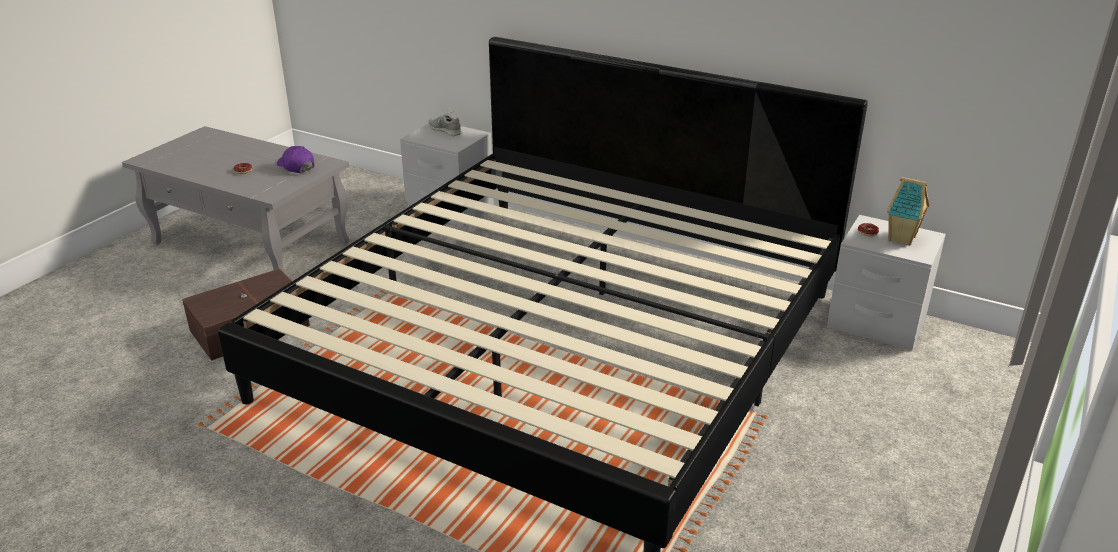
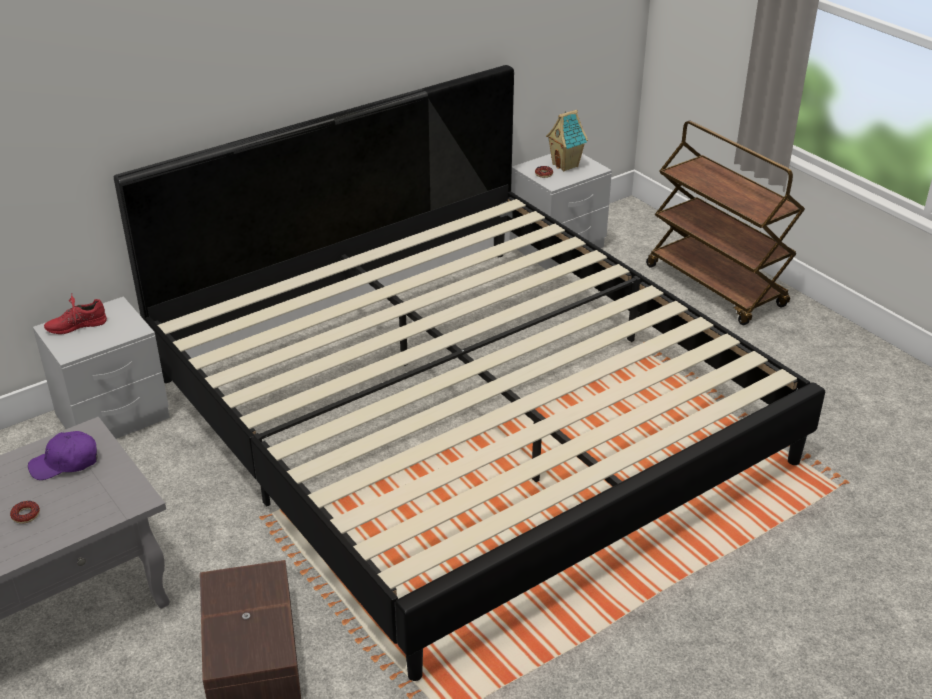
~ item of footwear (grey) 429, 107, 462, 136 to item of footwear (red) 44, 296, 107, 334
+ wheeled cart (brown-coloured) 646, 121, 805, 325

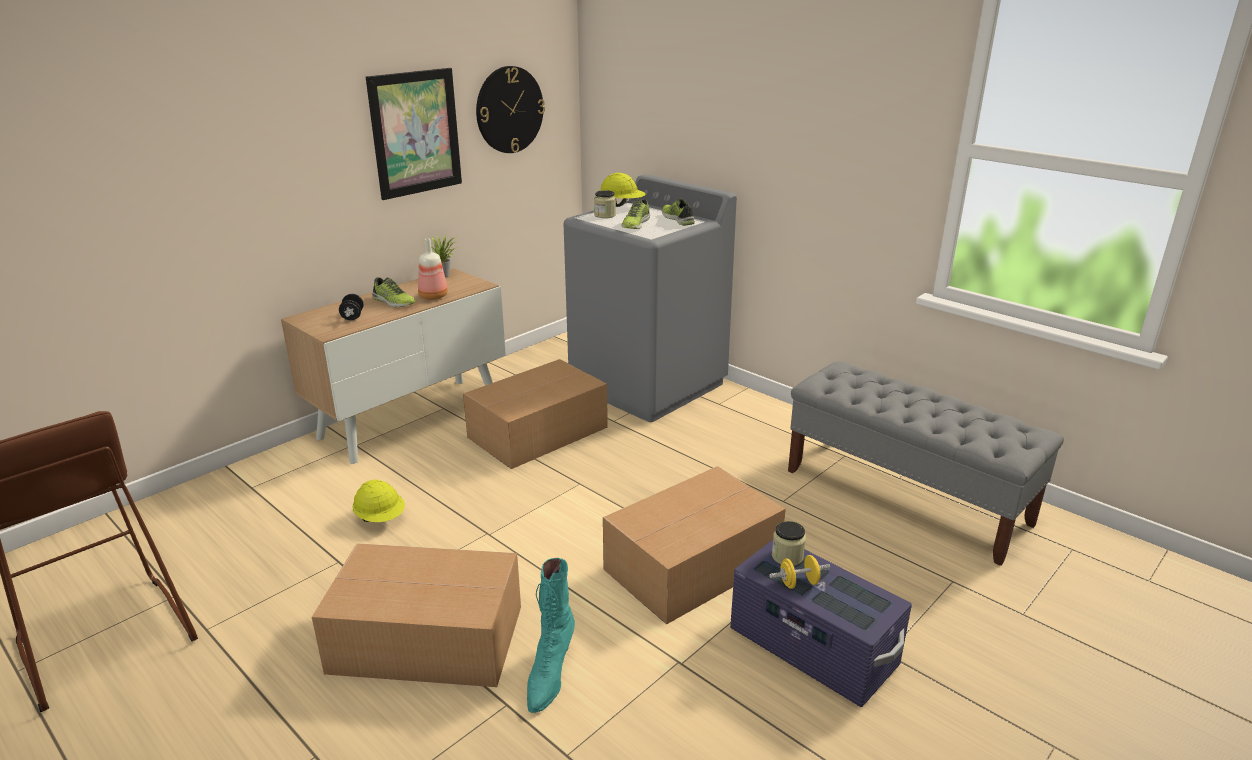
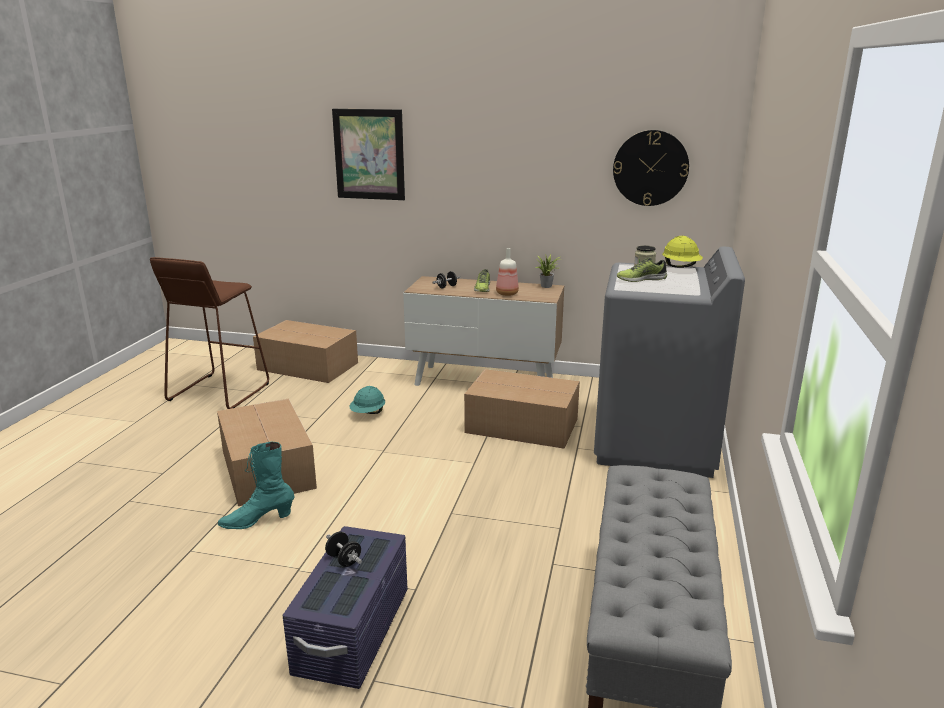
~ wall art 366, 68, 462, 200 to 332, 109, 405, 200
- item of footwear 662, 198, 695, 226
~ packing box 603, 466, 786, 624 to 253, 320, 358, 383
~ work helmet (yellow-coloured) 352, 480, 405, 522 to work helmet (turquoise) 350, 386, 385, 414
- preserve jar 772, 521, 806, 566
~ dumbbell (yellow-coloured) 769, 555, 831, 589 to dumbbell (black-coloured) 325, 532, 362, 567

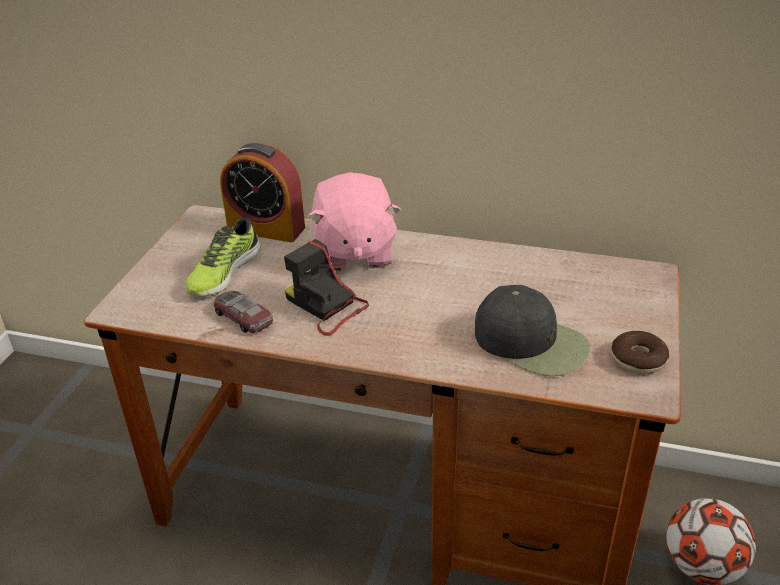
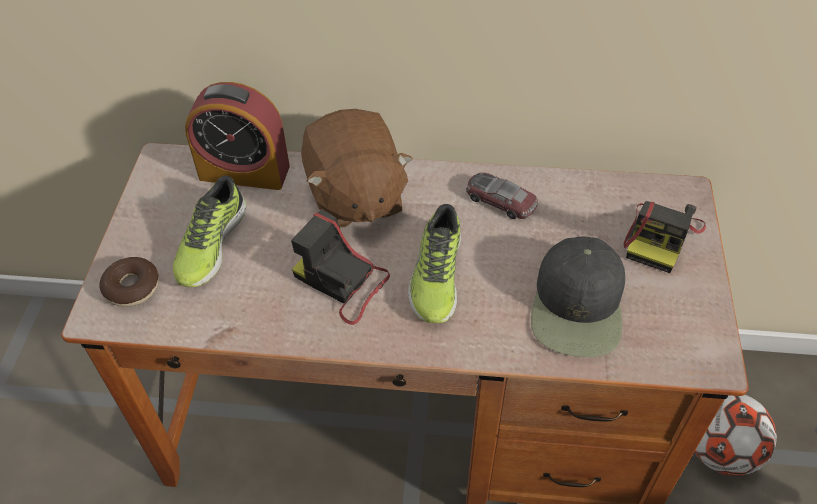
~ soft toy (pinkish) 308, 172, 401, 271 to soft toy (brown-coloured) 301, 109, 413, 228
~ baseball cap (black-coloured) 475, 285, 590, 376 = 531, 236, 625, 357 75 degrees clockwise
~ model car 214, 291, 273, 333 to 466, 172, 538, 219
~ donut 611, 331, 669, 374 to 99, 257, 159, 307
+ still camera 623, 201, 706, 273
+ item of footwear 408, 204, 461, 323

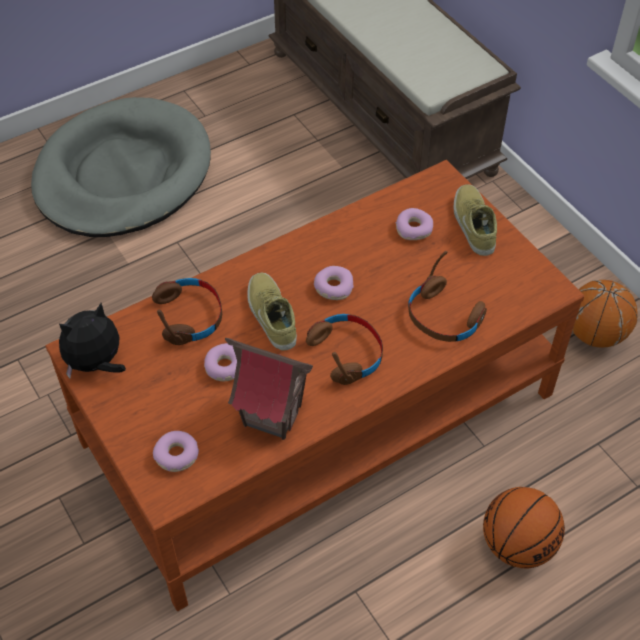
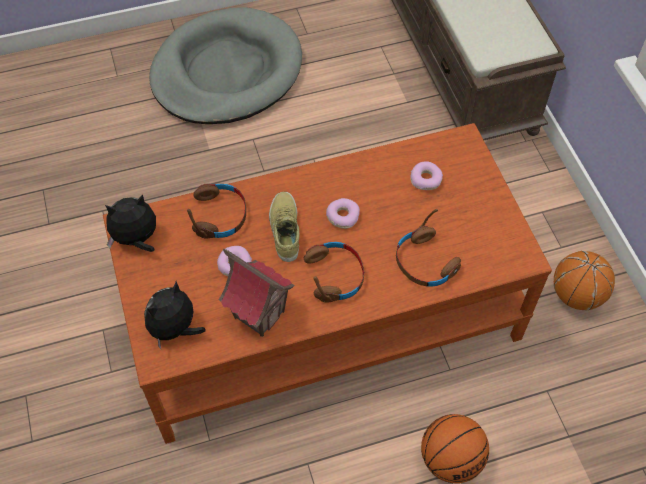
- item of footwear (beige-coloured) 453, 184, 497, 256
~ donut 153, 431, 199, 472 to soft toy 144, 281, 206, 349

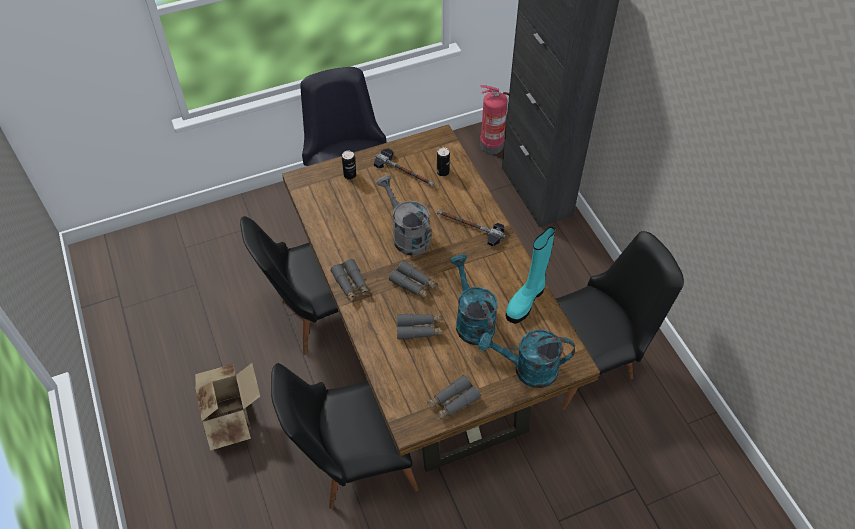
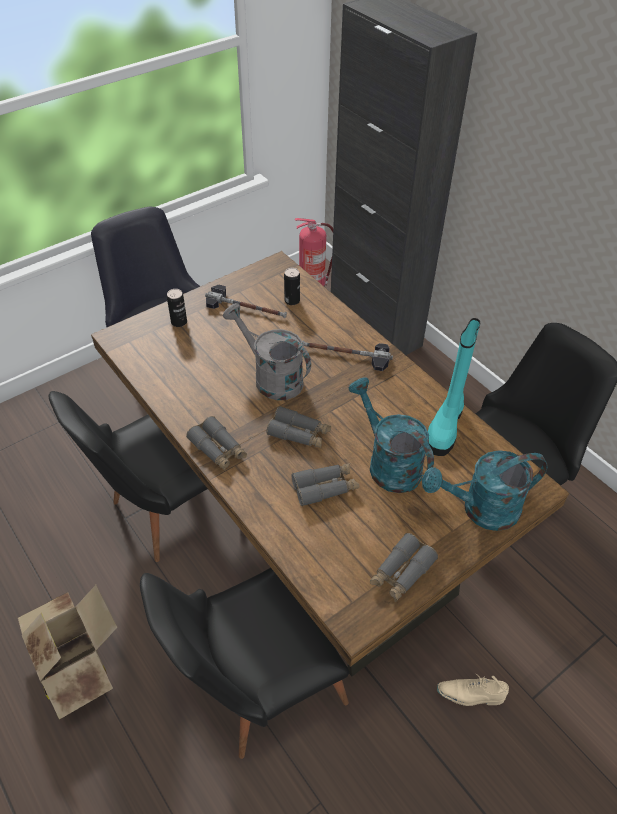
+ item of footwear (beige-coloured) 437, 674, 509, 706

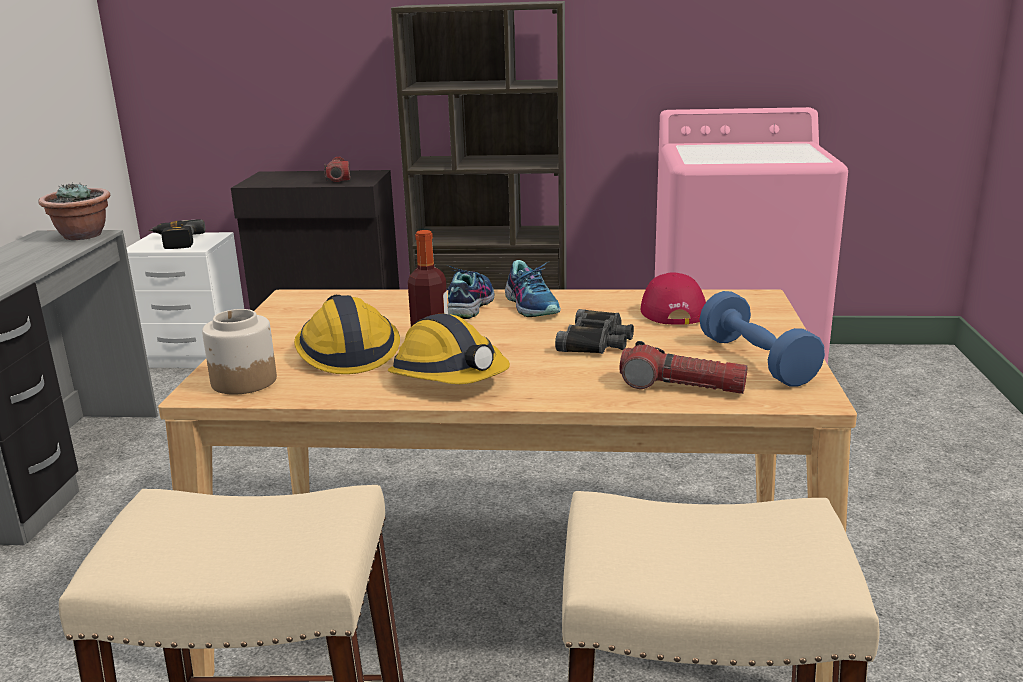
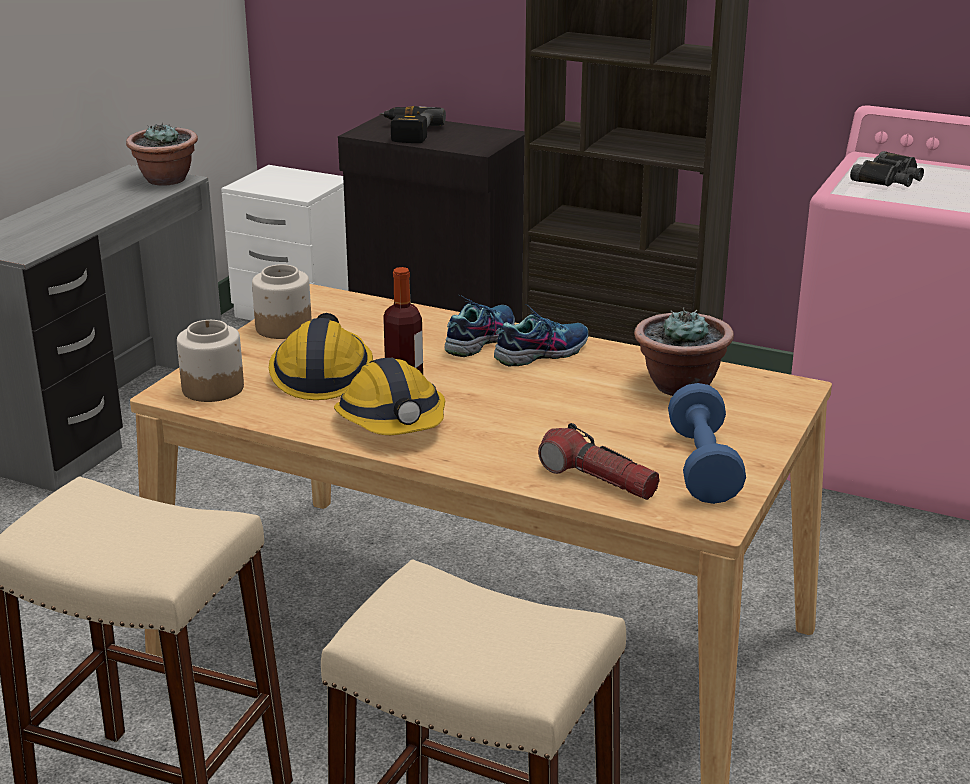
- hand torch 324, 157, 350, 182
~ power drill 149, 219, 205, 249 to 380, 106, 446, 143
~ item of footwear 505, 260, 561, 317 = 494, 304, 588, 366 120 degrees counterclockwise
~ baseball cap (red) 640, 272, 706, 325 to potted plant 634, 308, 734, 396
~ binoculars (black-coloured) 555, 309, 634, 354 to 850, 151, 924, 187
+ preserve jar 252, 264, 312, 339

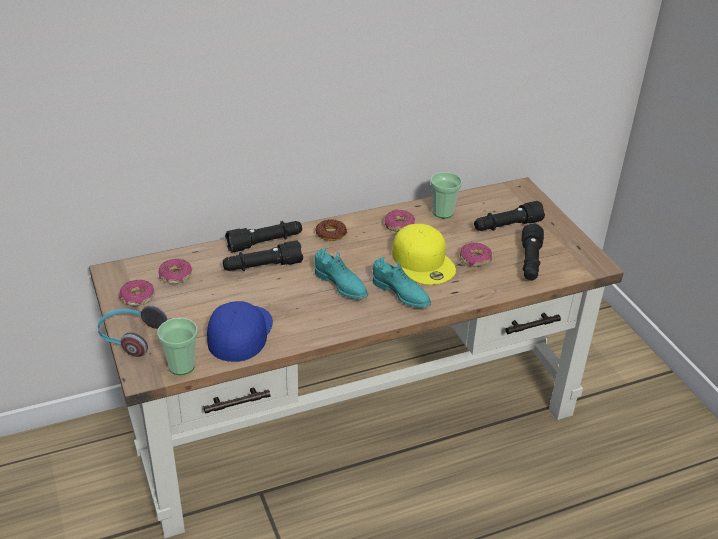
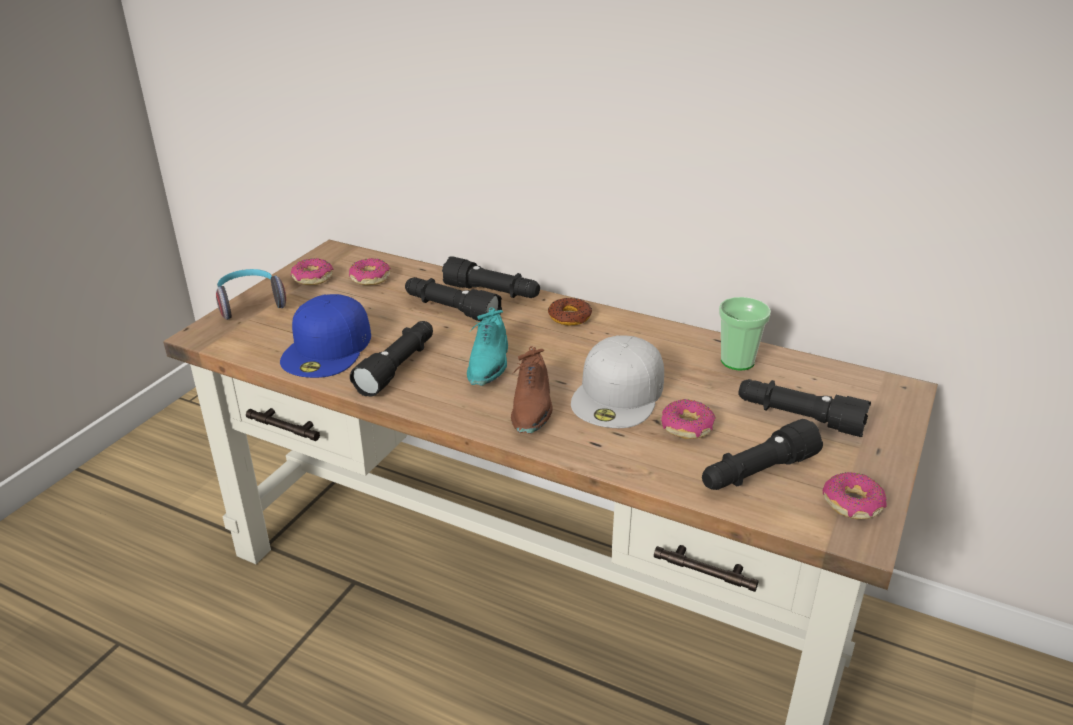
~ donut 385, 210, 415, 232 to 823, 472, 887, 519
~ baseball cap (yellow-coloured) 392, 224, 456, 285 to baseball cap (white-coloured) 571, 335, 664, 428
~ item of footwear (turquoise) 373, 257, 431, 308 to item of footwear (brown-coloured) 511, 346, 553, 434
~ baseball cap (blue) 207, 301, 273, 362 = 280, 294, 371, 378 135 degrees clockwise
- drinking cup 157, 318, 198, 375
+ hand torch (black-coloured) 350, 321, 433, 396

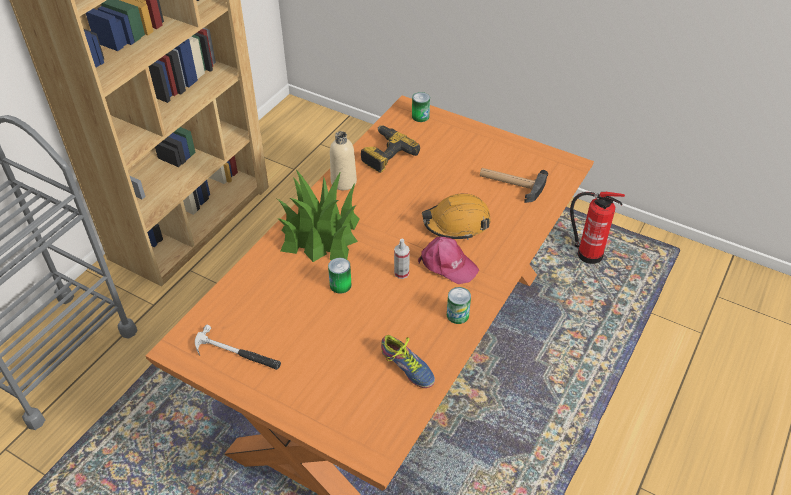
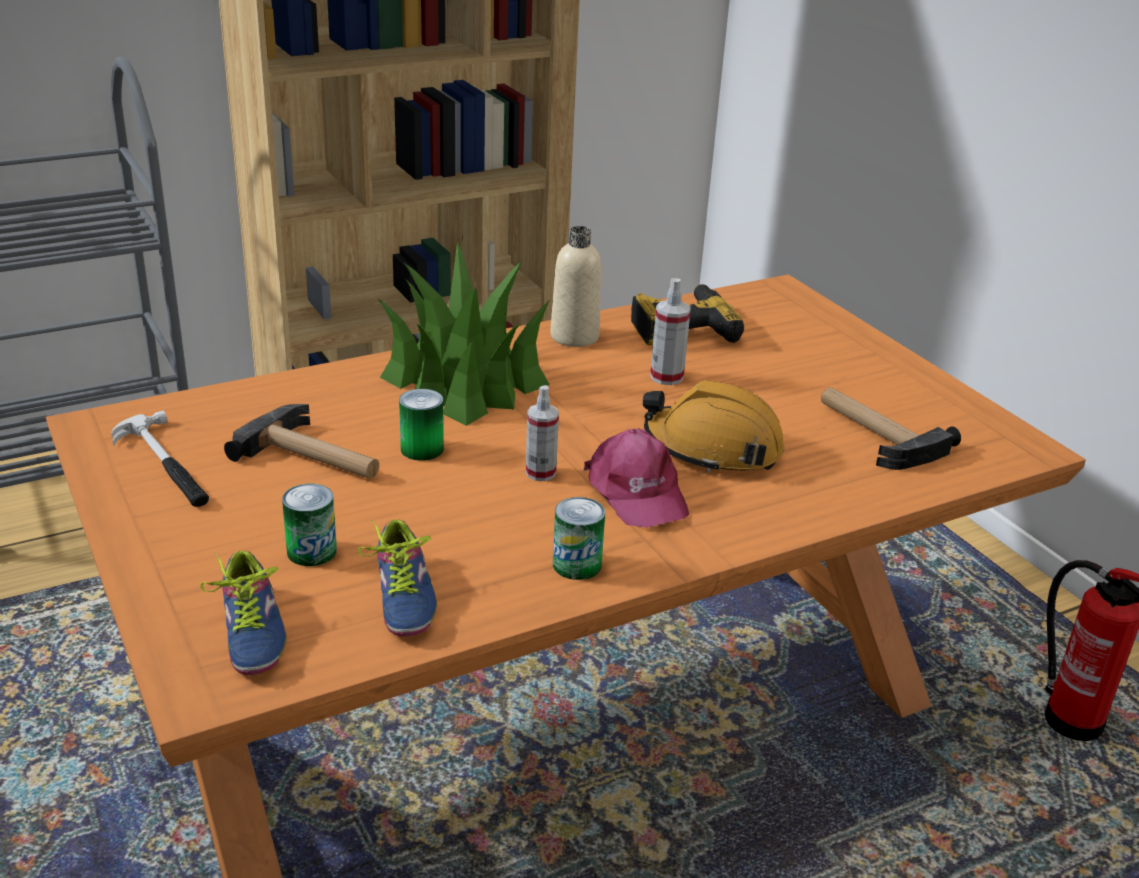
~ metal can 412, 92, 430, 122 to 282, 484, 337, 566
+ sprayer 650, 278, 691, 385
+ hammer 224, 404, 379, 479
+ item of footwear 200, 551, 287, 675

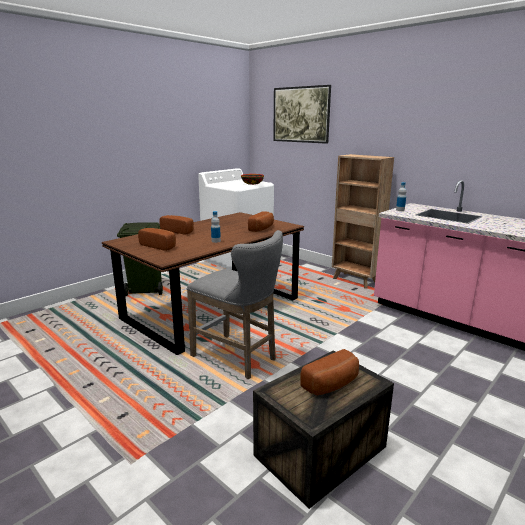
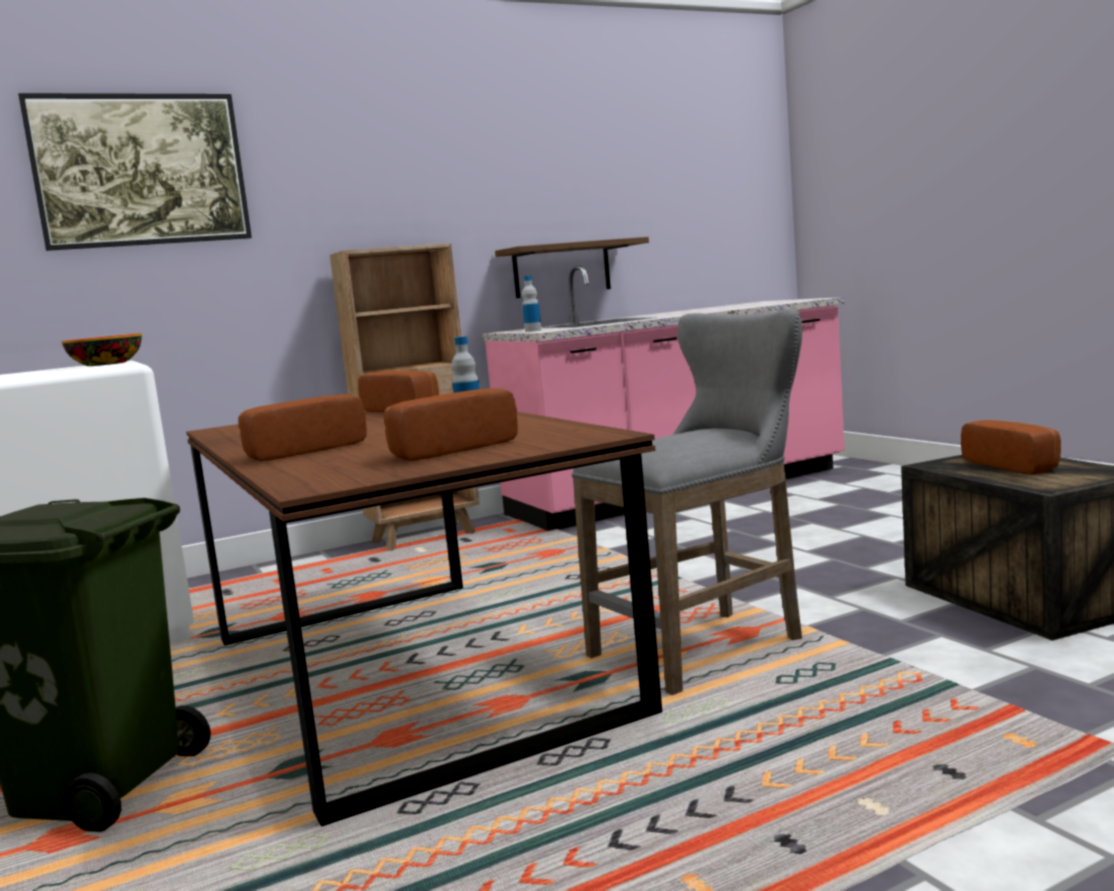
+ shelf 495, 237, 649, 298

